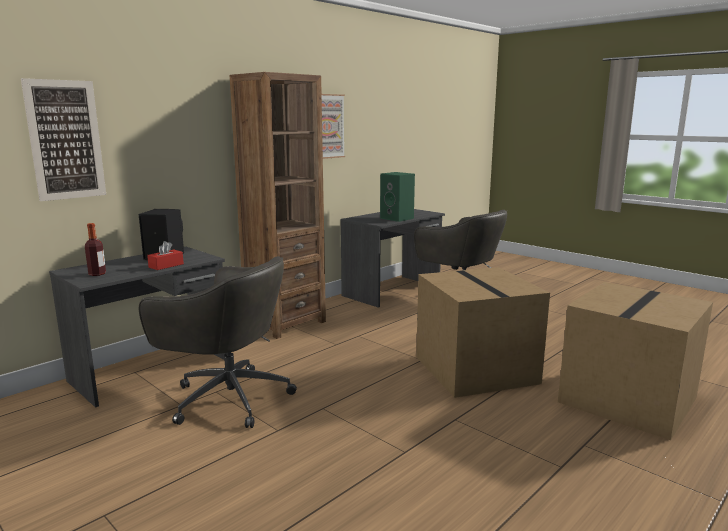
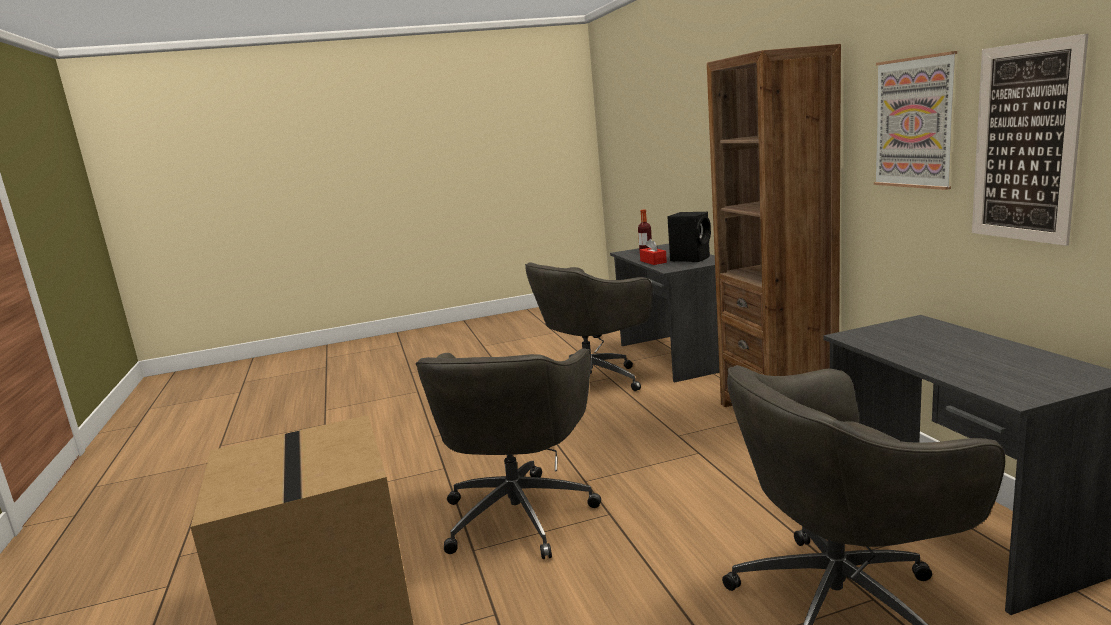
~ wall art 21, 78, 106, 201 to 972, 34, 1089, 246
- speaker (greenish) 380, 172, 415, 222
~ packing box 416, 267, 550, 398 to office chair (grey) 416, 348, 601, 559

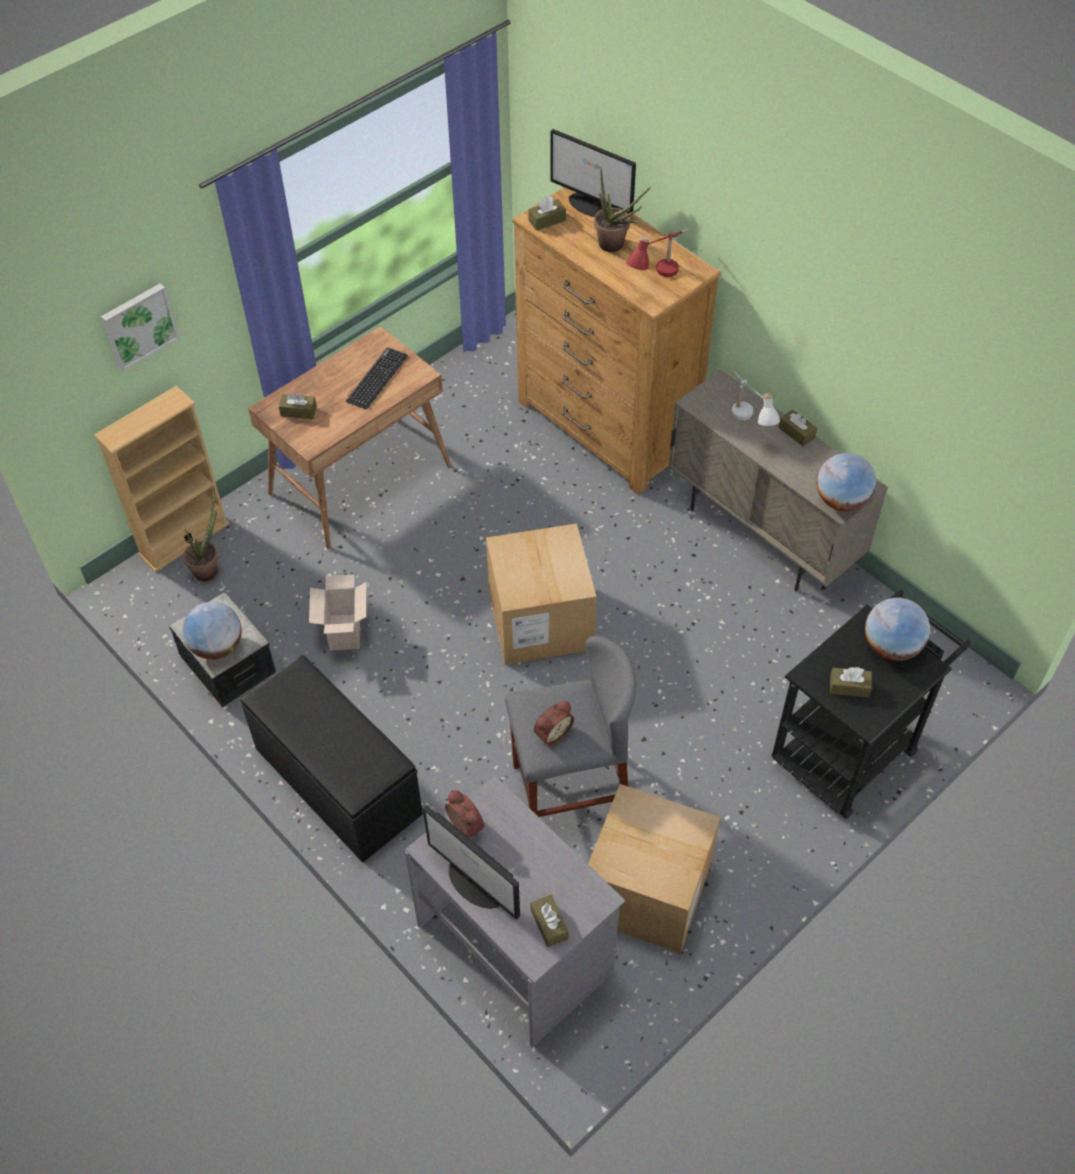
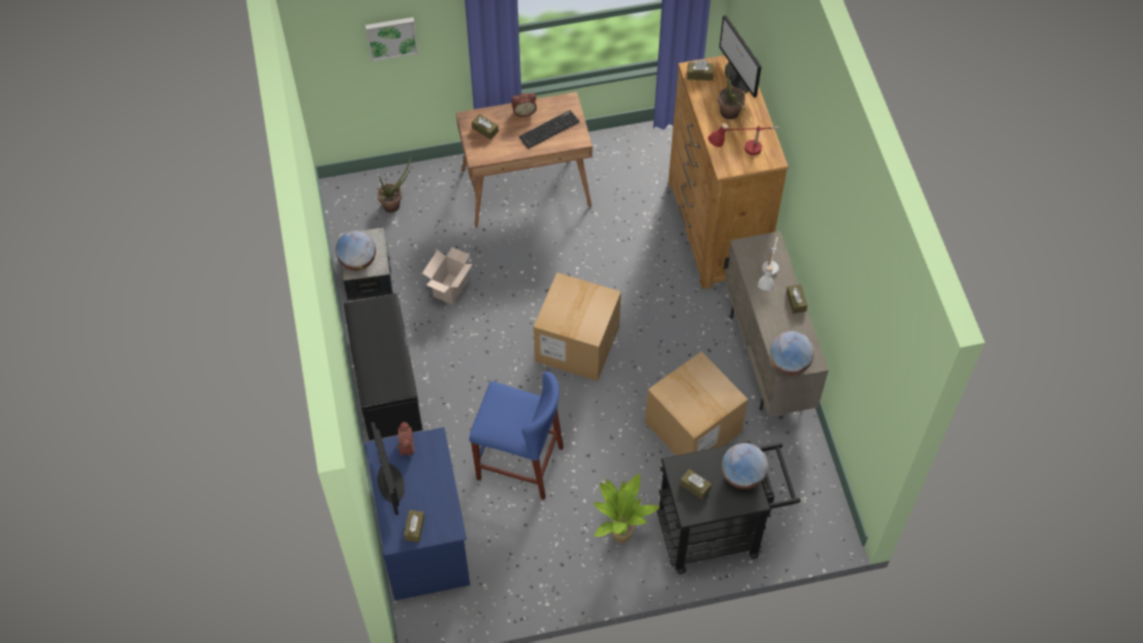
- bookcase (beige-coloured) 94, 385, 230, 572
~ sitting stool (grey) 505, 636, 636, 817 to sitting stool (blue) 469, 372, 563, 500
~ alarm clock 534, 701, 574, 745 to 512, 93, 537, 117
~ desk table (grey) 405, 776, 625, 1047 to desk table (blue) 364, 427, 470, 601
~ packing box 588, 784, 720, 954 to 645, 351, 748, 456
+ potted plant 594, 474, 660, 543

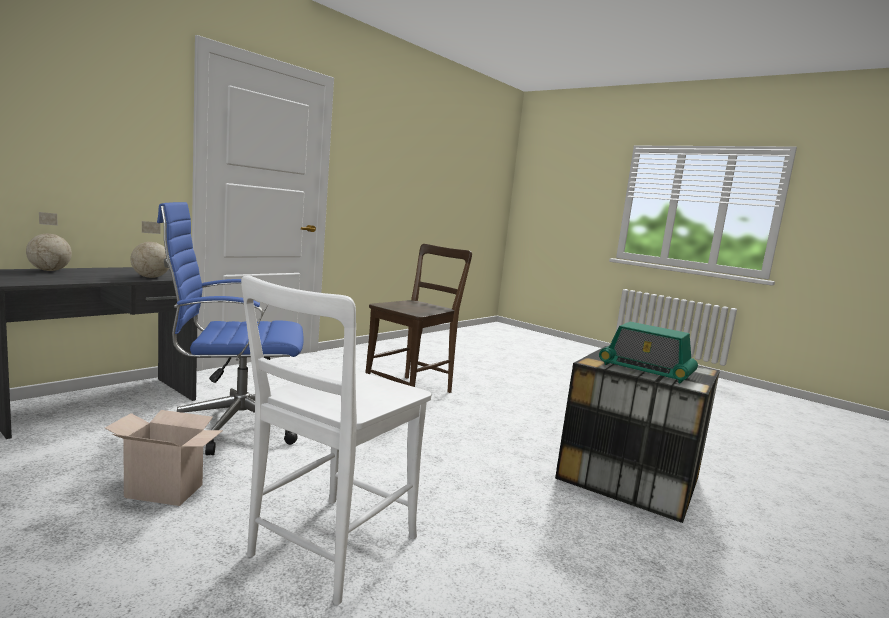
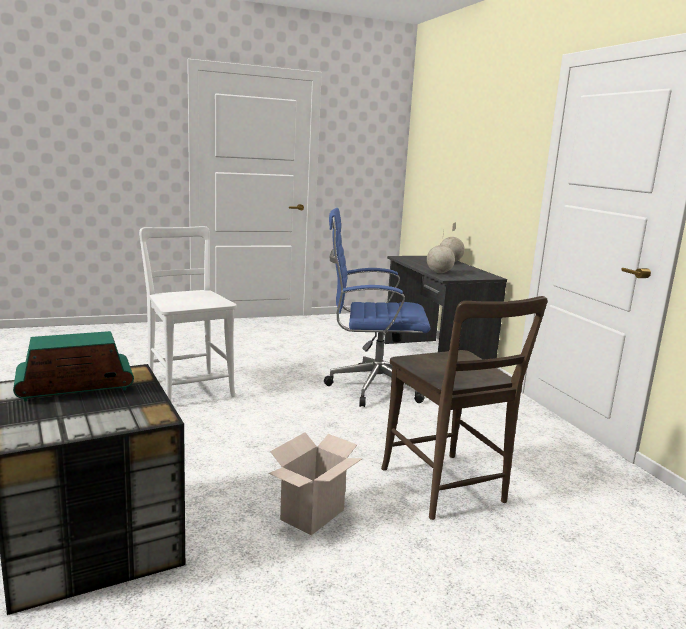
~ office chair (blue) 157, 202, 304, 455 = 324, 208, 430, 407 105 degrees counterclockwise
~ packing box 105, 410, 223, 506 to 269, 432, 362, 535

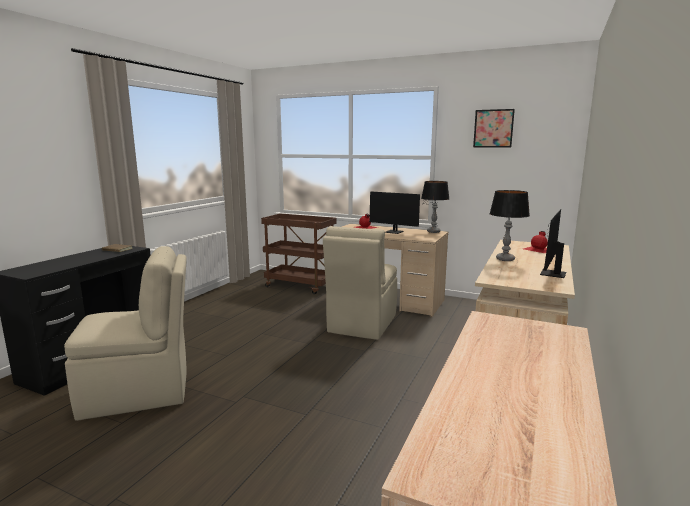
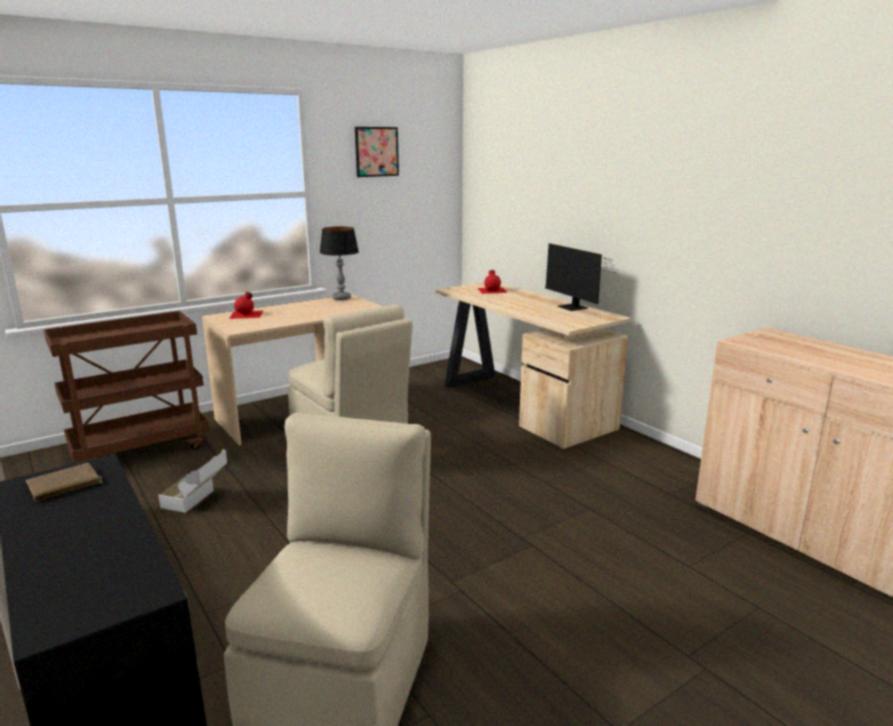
- lamp for a table 489, 190, 530, 261
- computer display 369, 191, 434, 234
+ packing box 158, 449, 227, 513

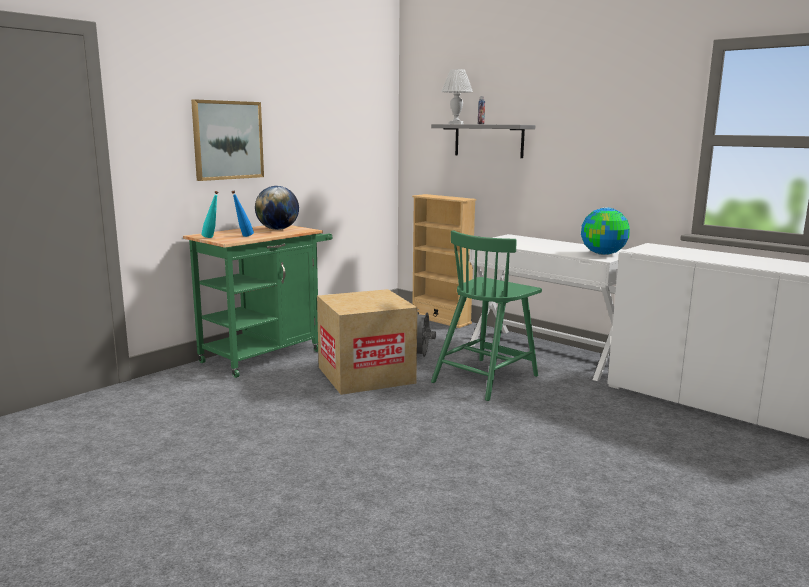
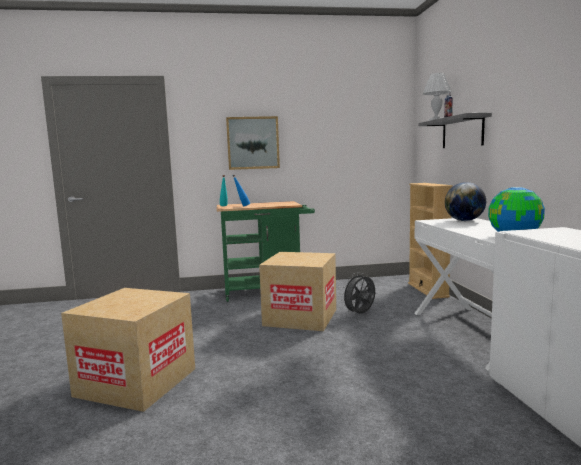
~ globe 255, 186, 299, 230 to 445, 182, 486, 221
- plain chair (greenish) 431, 230, 542, 401
+ packing box 61, 288, 195, 412

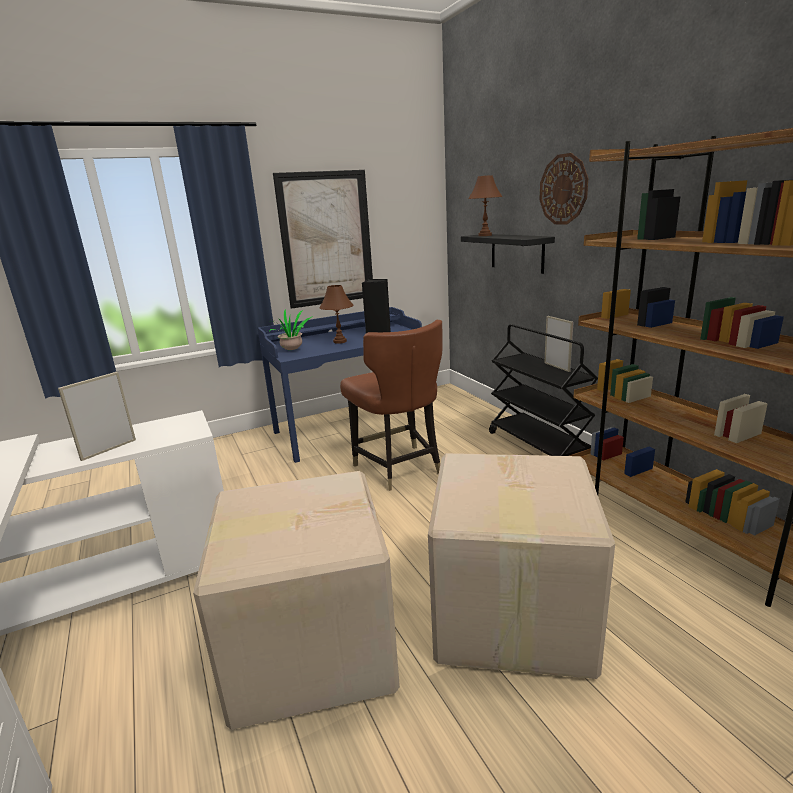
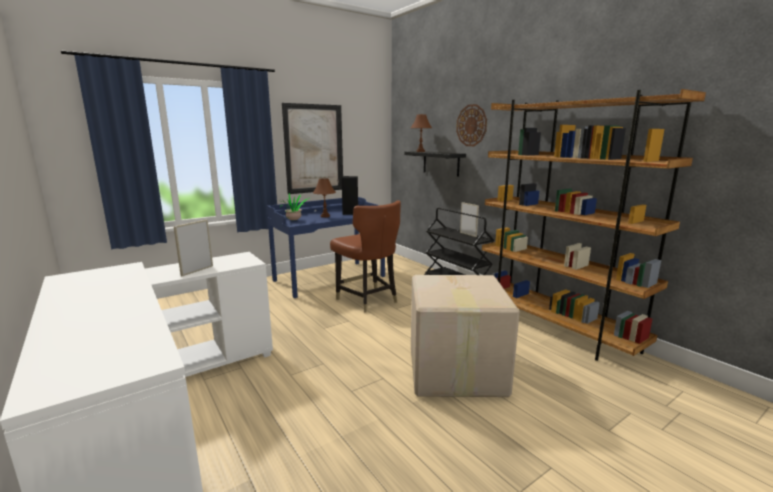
- packing box 193, 471, 400, 730

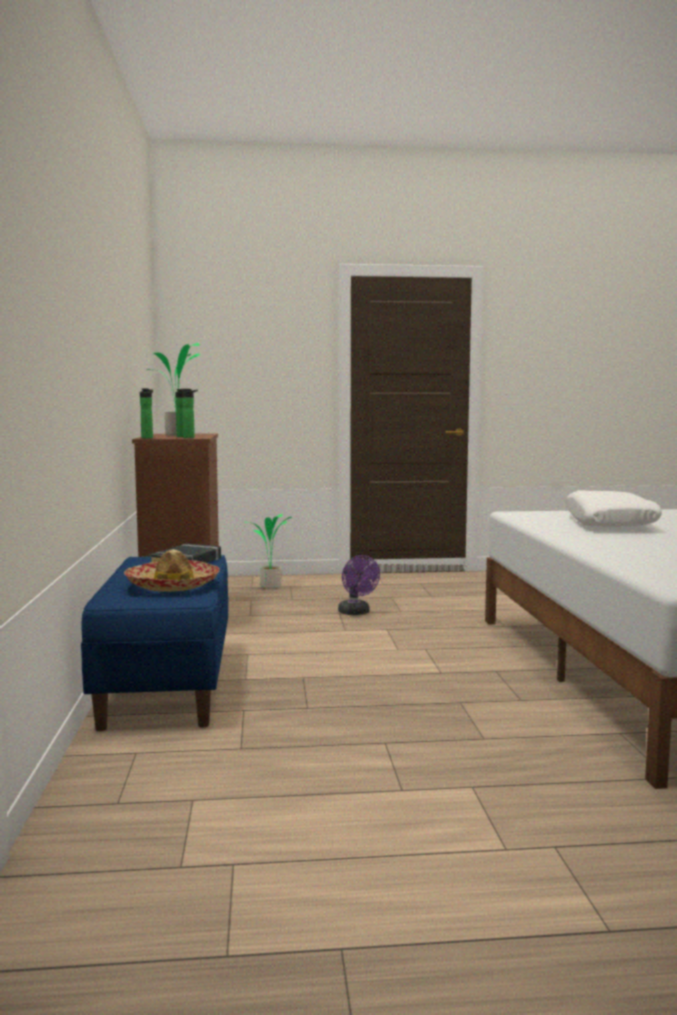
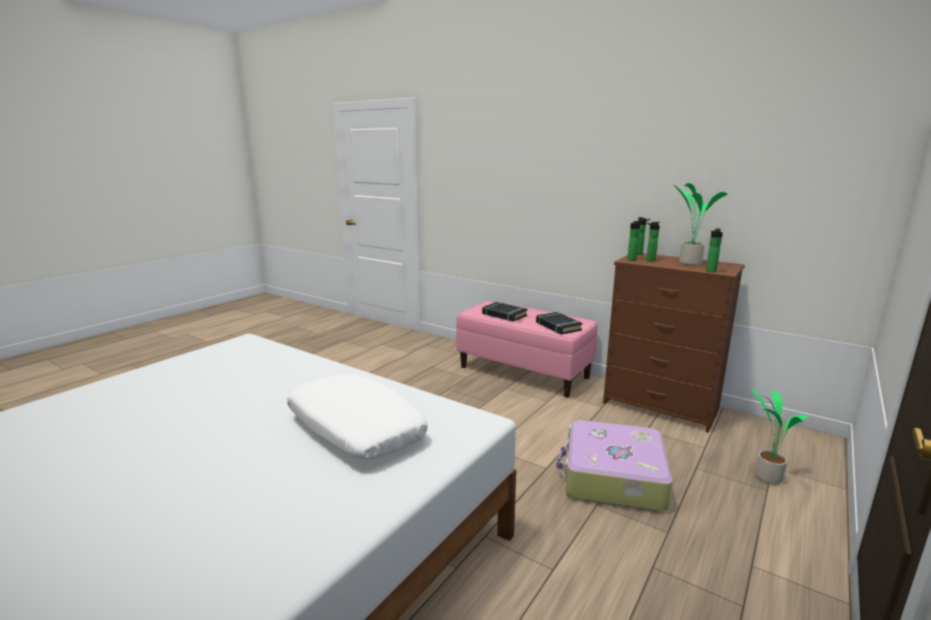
~ hat 124, 549, 220, 592 to volume (black-coloured) 482, 302, 527, 322
~ bench (blue) 81, 555, 228, 731 to bench (pinkish) 456, 301, 598, 397
~ cooling fan (purple-coloured) 338, 555, 380, 615 to suitcase 556, 420, 672, 511
+ drink bottle 706, 229, 723, 272

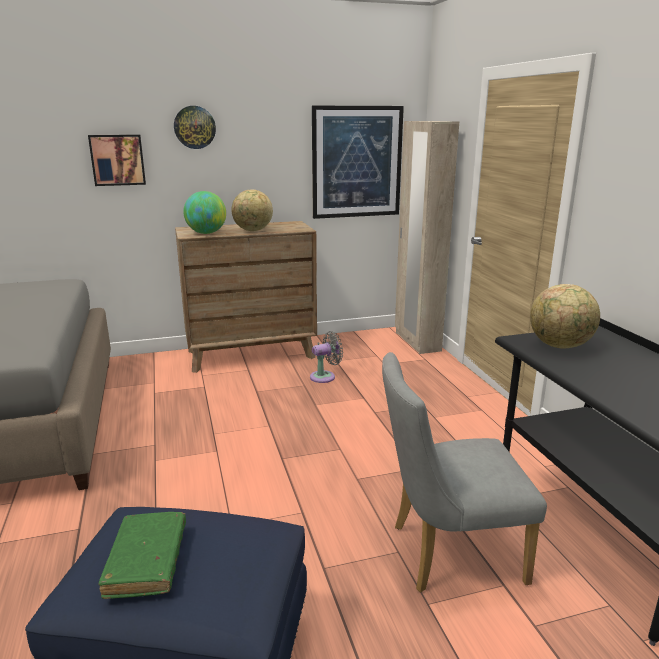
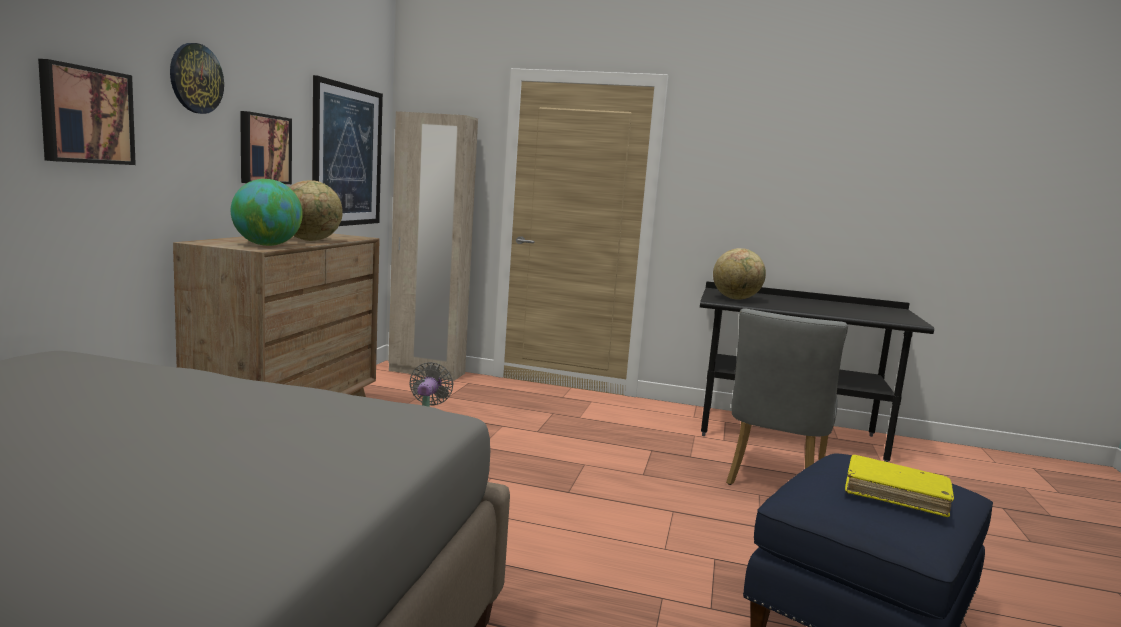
~ volume (greenish) 98, 512, 186, 599 to volume (yellow-coloured) 845, 455, 954, 517
+ wall art 240, 111, 292, 184

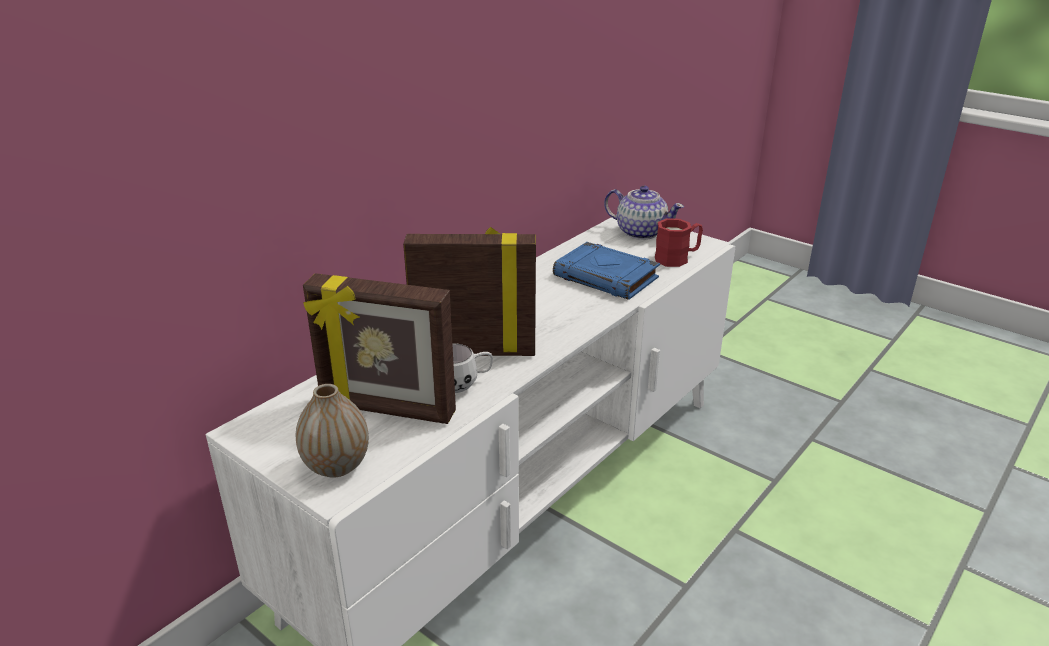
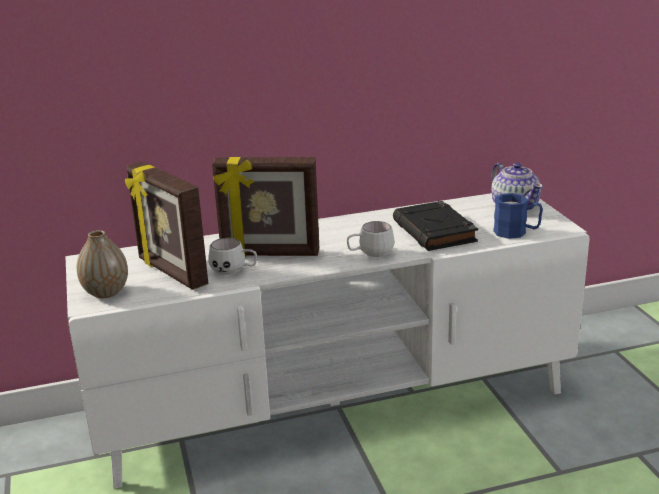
~ tea mug (red) 655, 218, 703, 267 to tea mug (blue) 493, 193, 543, 239
~ picture frame 403, 227, 536, 356 = 212, 157, 319, 257 150 degrees clockwise
~ volume (blue) 553, 242, 660, 300 to volume (black-coloured) 393, 201, 478, 251
+ tea mug (white-coloured) 347, 221, 395, 257

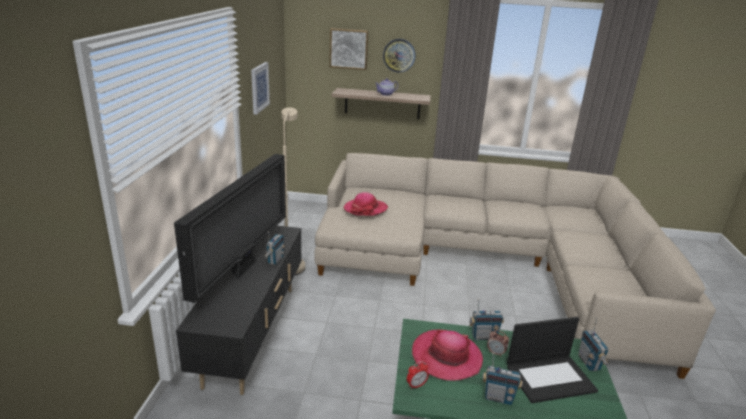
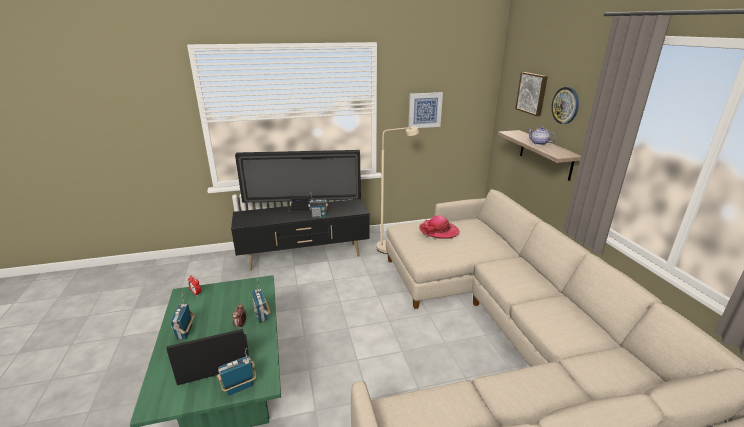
~ laptop 507, 317, 598, 403 = 166, 329, 249, 385 105 degrees clockwise
- hat 412, 329, 483, 381

